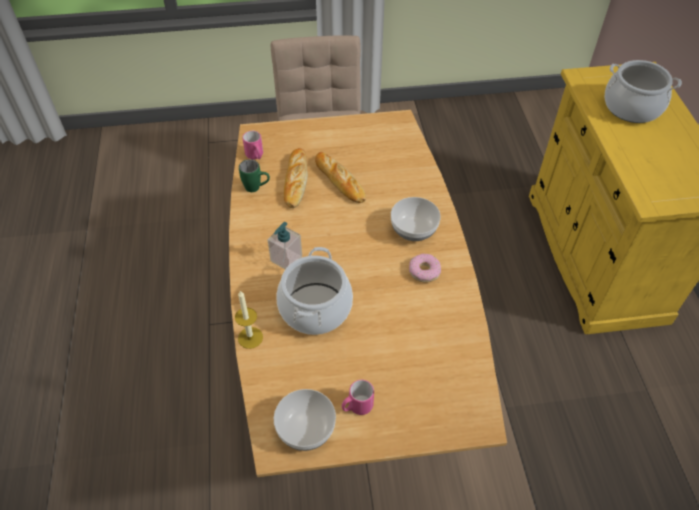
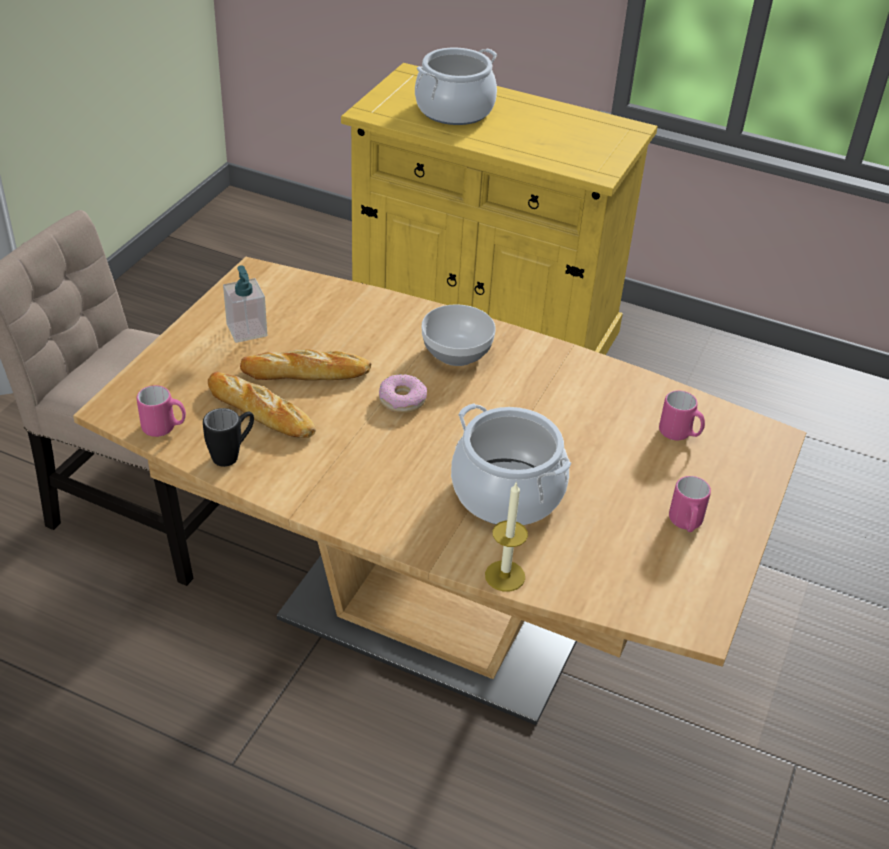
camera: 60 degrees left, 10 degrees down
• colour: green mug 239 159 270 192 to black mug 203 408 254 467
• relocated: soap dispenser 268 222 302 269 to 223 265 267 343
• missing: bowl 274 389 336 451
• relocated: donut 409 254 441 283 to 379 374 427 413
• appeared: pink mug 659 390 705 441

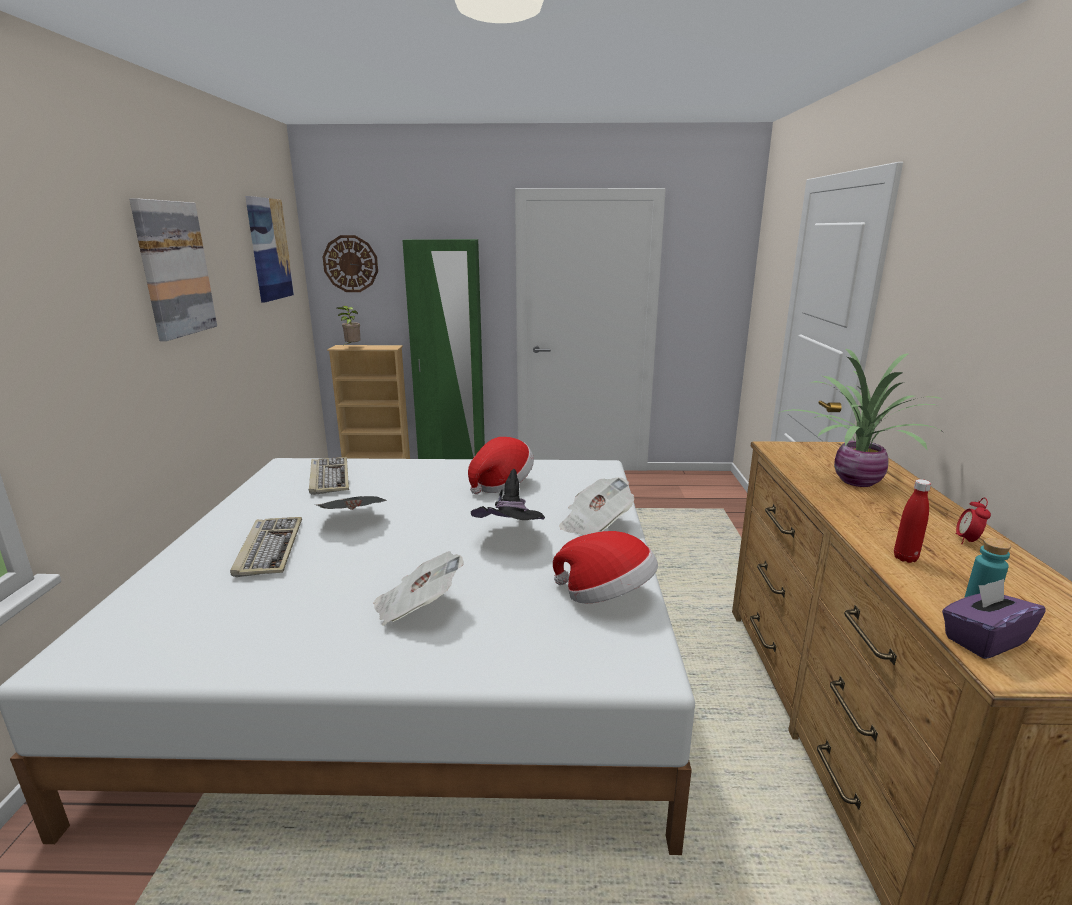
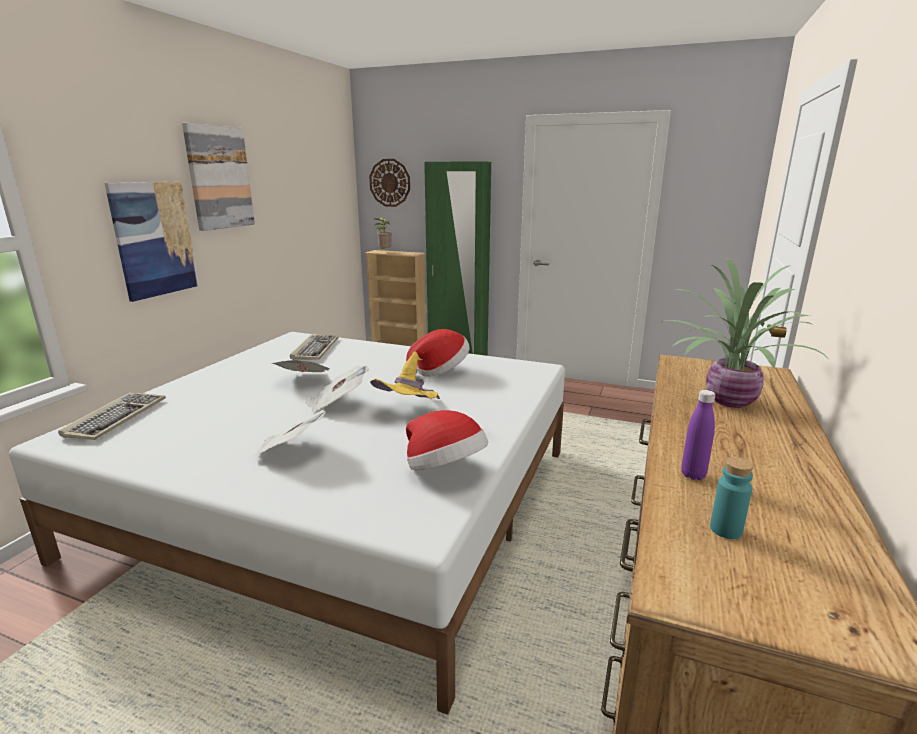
camera: 20 degrees right, 0 degrees up
• relocated: keyboard 230 517 302 577 to 58 392 166 440
• relocated: picture 245 196 294 302 to 104 182 199 302
• colour: black hat 471 469 545 520 to yellow hat 370 352 440 399
• relocated: newspaper 559 478 634 535 to 305 366 369 412
• colour: red bottle 894 479 931 563 to purple bottle 681 390 716 480
• missing: purple tissue box 942 579 1046 659
• missing: alarm clock 955 497 991 544

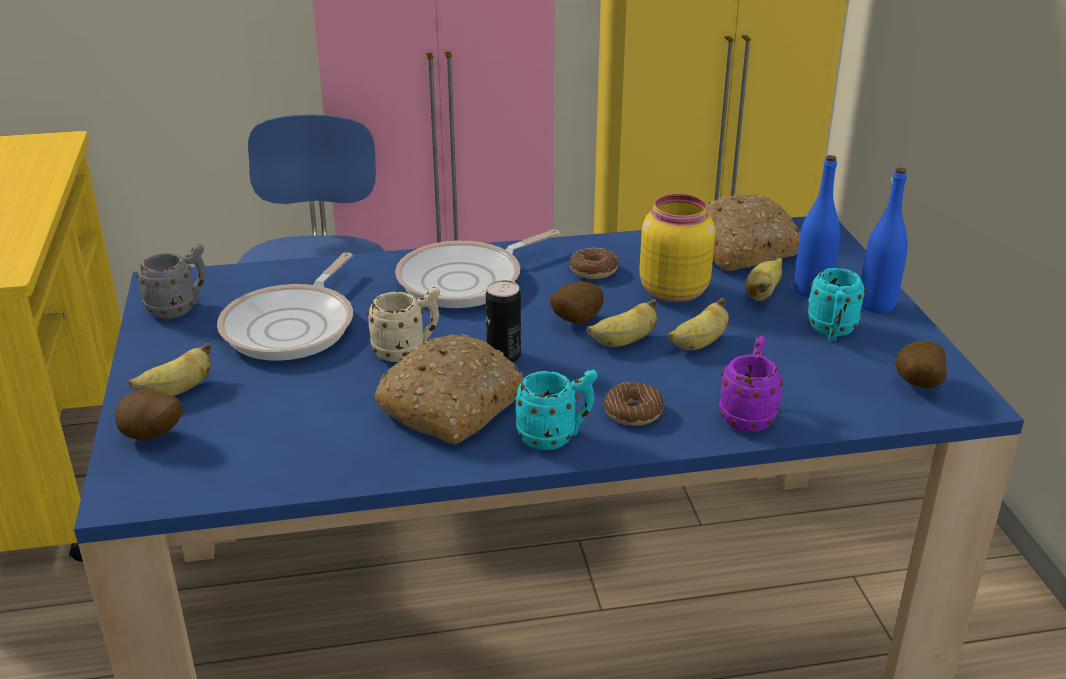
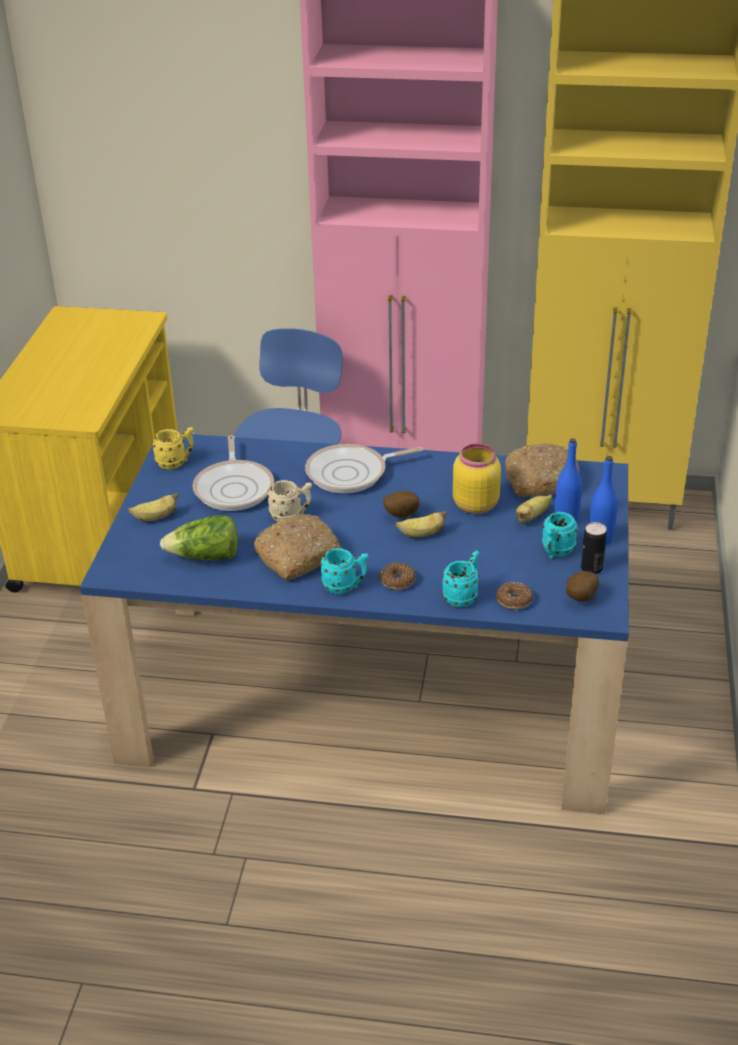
camera: 20 degrees right, 5 degrees up
• missing: potato 115 389 183 440
• colour: grey mug 136 244 206 319 to yellow mug 152 427 194 470
• spun: frying pan 217 252 353 361 = 193 435 274 511 45 degrees counterclockwise
• relocated: can 486 280 521 363 to 581 522 607 574
• relocated: donut 569 248 619 279 to 496 582 533 610
• missing: banana 668 298 729 350
• colour: purple mug 718 336 783 432 to turquoise mug 442 550 479 607
• appeared: lettuce 160 515 238 560

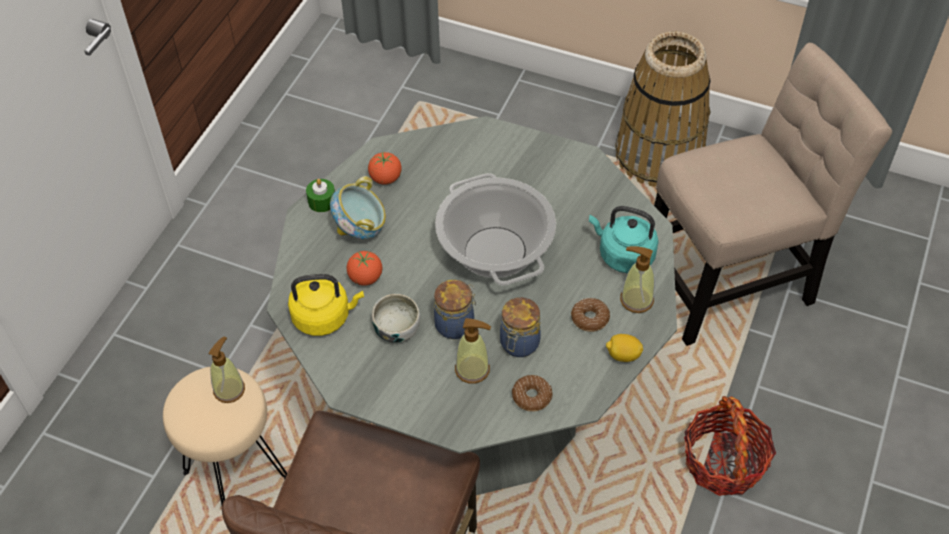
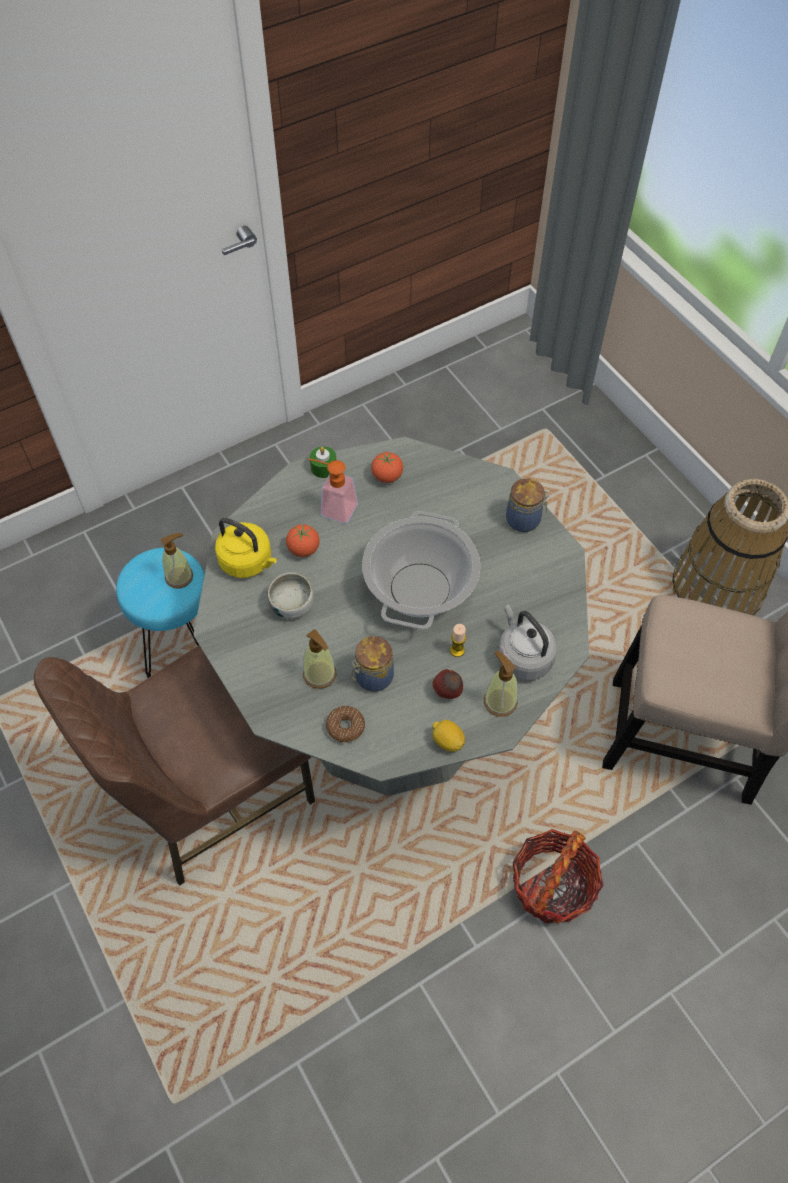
camera: 35 degrees right, 5 degrees up
• colour: beige stool 163 366 287 505 to turquoise stool 116 548 205 678
• exchanged: bowl 330 176 386 239 to soap dispenser 308 459 358 523
• relocated: jar 434 280 476 339 to 506 478 549 532
• exchanged: donut 571 298 610 332 to apple 432 669 463 699
• colour: turquoise kettle 589 206 659 273 to grey kettle 498 604 557 680
• appeared: candle 450 624 466 657

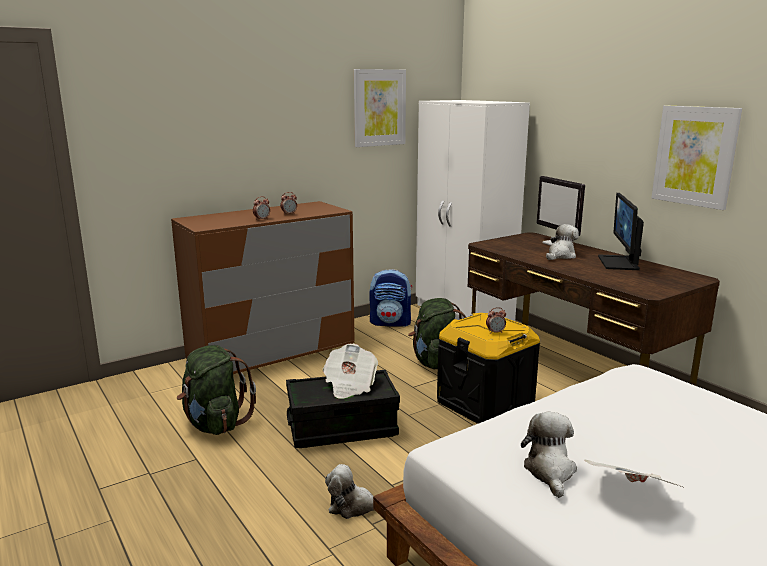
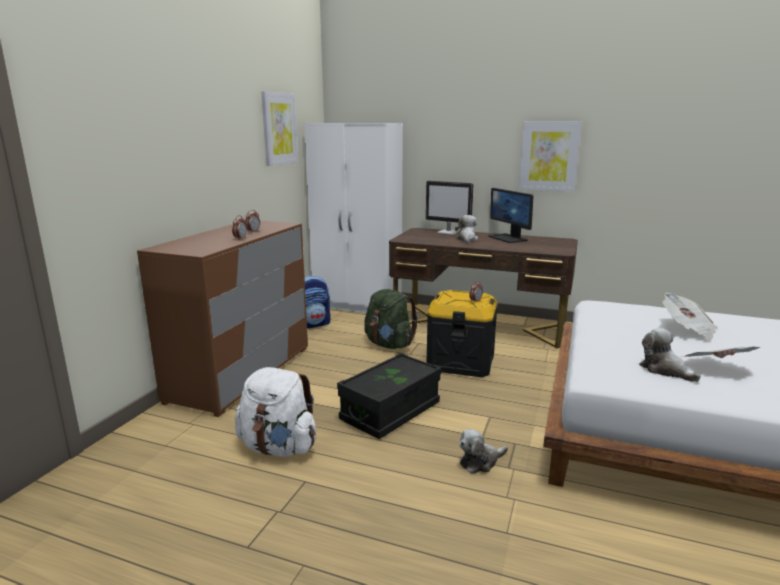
camera: 35 degrees left, 0 degrees up
• colour: green backpack 177 345 256 435 to white backpack 235 367 316 457
• relocated: newspaper 323 344 378 399 to 663 293 718 340

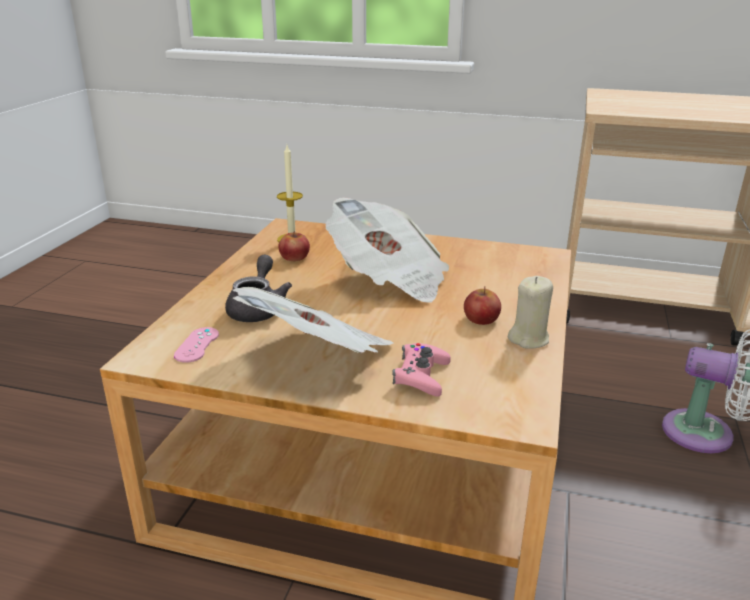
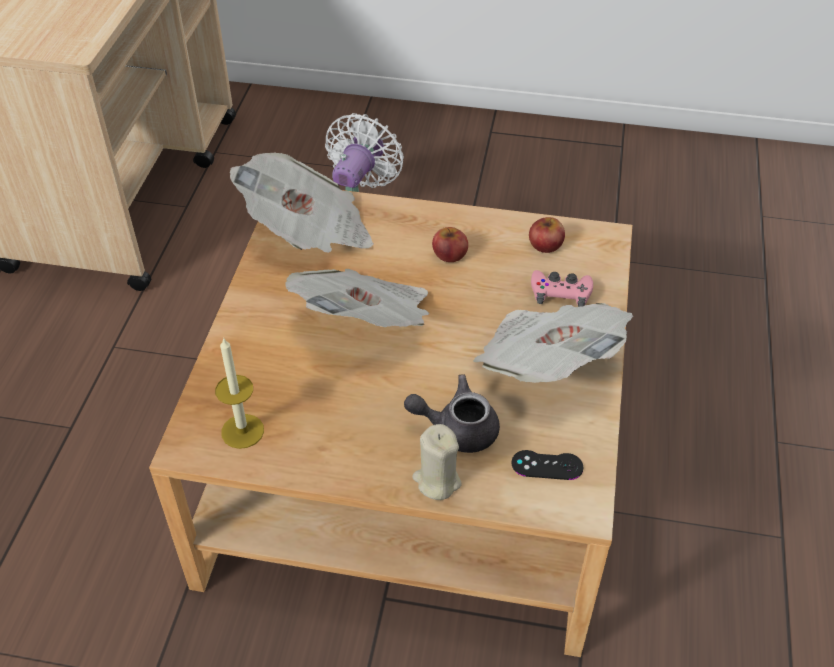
camera: 95 degrees left, 20 degrees up
• colour: pink game controller 174 327 219 363 to black game controller 511 450 584 480
• relocated: apple 278 231 310 261 to 529 217 565 253
• relocated: beige candle 508 276 553 349 to 412 424 461 500
• appeared: newspaper 229 153 374 253

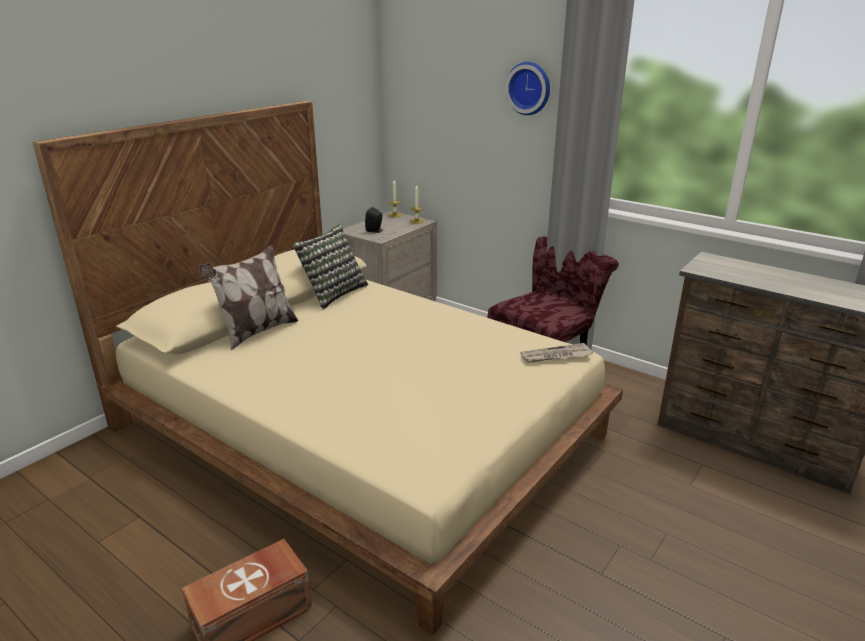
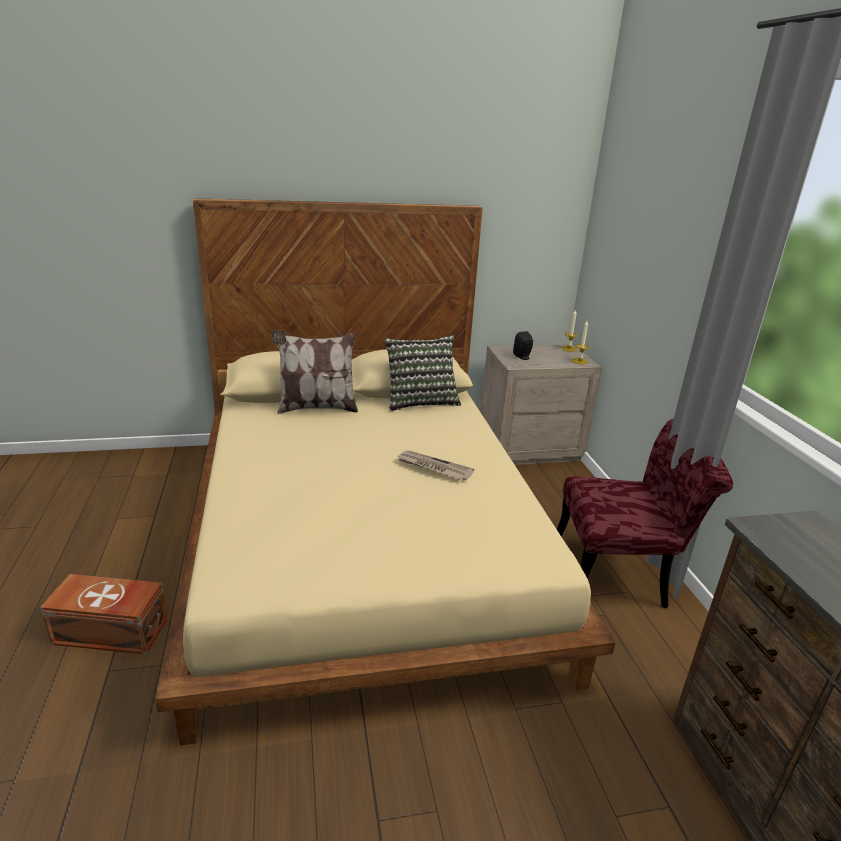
camera: 40 degrees right, 0 degrees up
• missing: wall clock 505 62 550 115
• relocated: newspaper 520 343 593 363 to 398 450 474 480

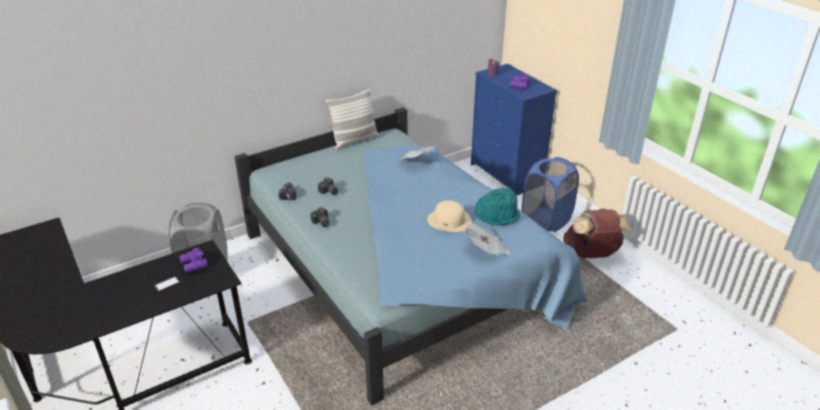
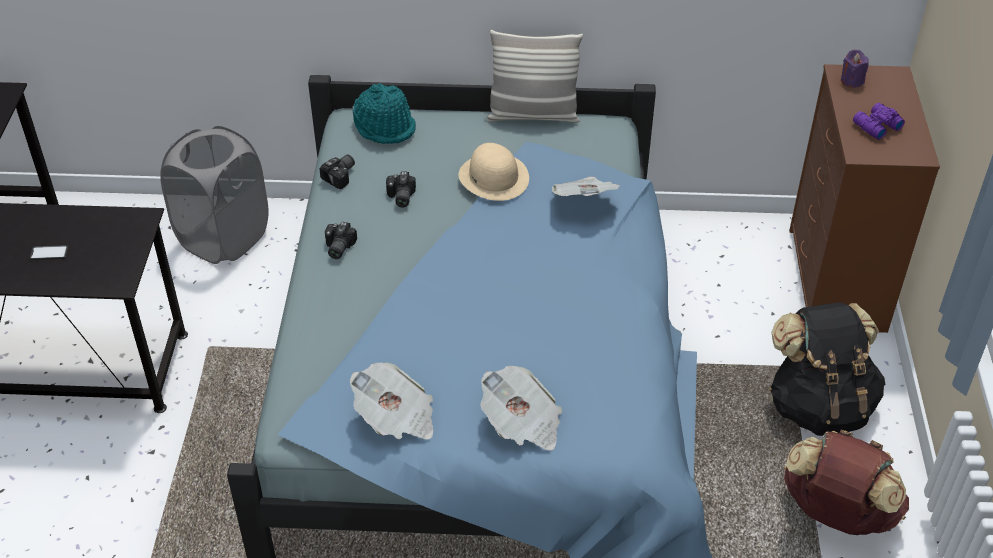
camera: 35 degrees right, 10 degrees up
• missing: purple binoculars 179 248 208 273
• relocated: beige hat 427 200 472 232 to 458 143 529 201
• colour: blue dresser 471 64 557 195 to brown dresser 789 64 940 333
• relocated: turquoise hat 475 188 520 225 to 352 83 416 144
• exchanged: blue laundry basket 522 157 579 232 to black backpack 769 302 885 436
• appeared: newspaper 350 362 433 439

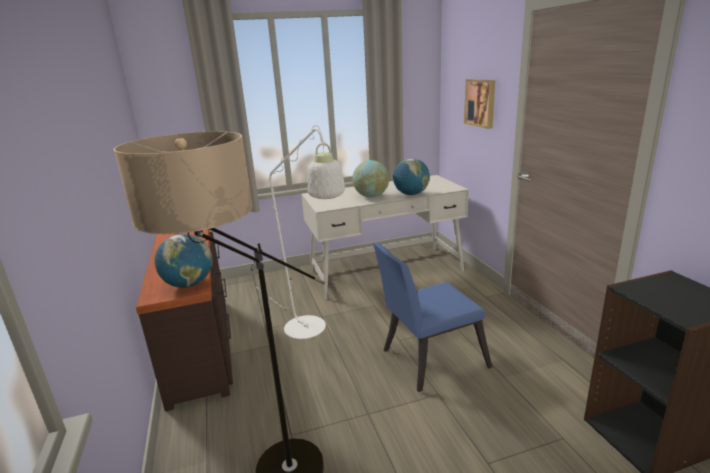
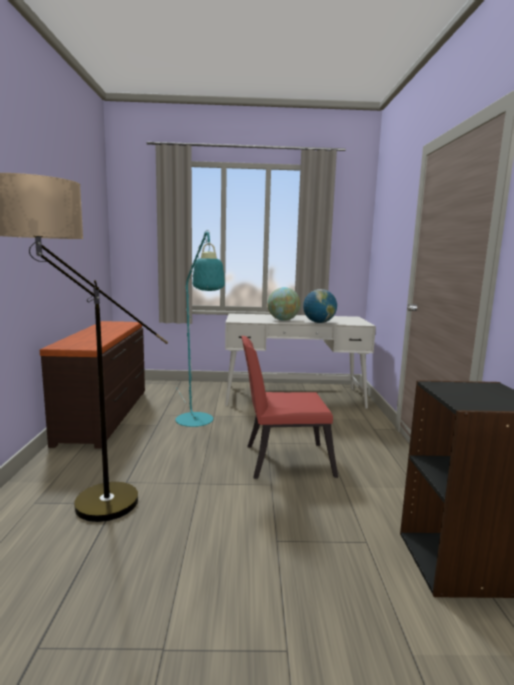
camera: 15 degrees right, 10 degrees down
• missing: globe 154 234 212 288
• colour: white floor lamp 255 125 345 339 to turquoise floor lamp 175 230 225 427
• colour: blue chair 373 243 493 392 to red chair 241 336 338 479
• missing: picture 464 79 495 129

